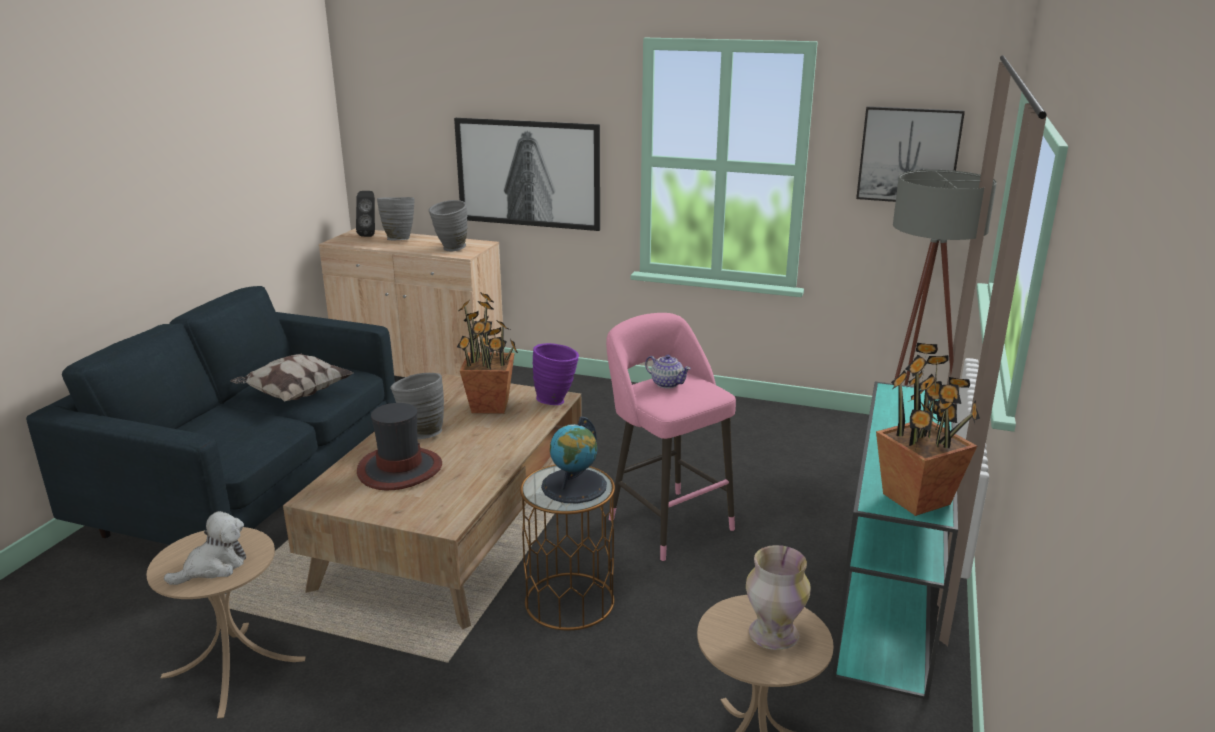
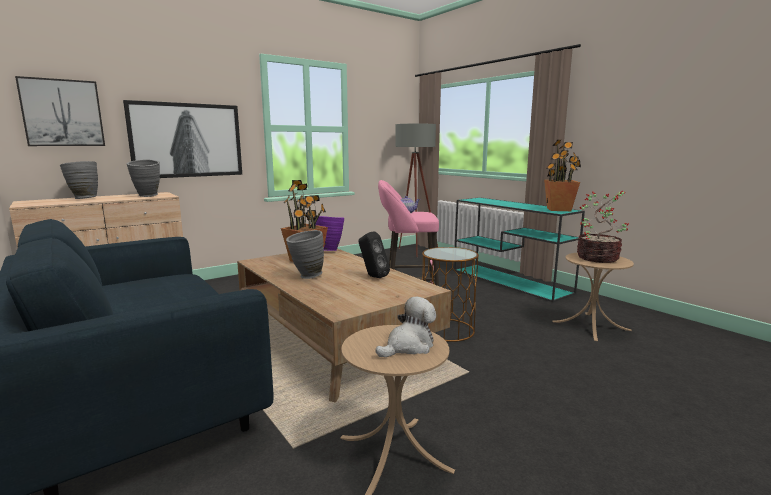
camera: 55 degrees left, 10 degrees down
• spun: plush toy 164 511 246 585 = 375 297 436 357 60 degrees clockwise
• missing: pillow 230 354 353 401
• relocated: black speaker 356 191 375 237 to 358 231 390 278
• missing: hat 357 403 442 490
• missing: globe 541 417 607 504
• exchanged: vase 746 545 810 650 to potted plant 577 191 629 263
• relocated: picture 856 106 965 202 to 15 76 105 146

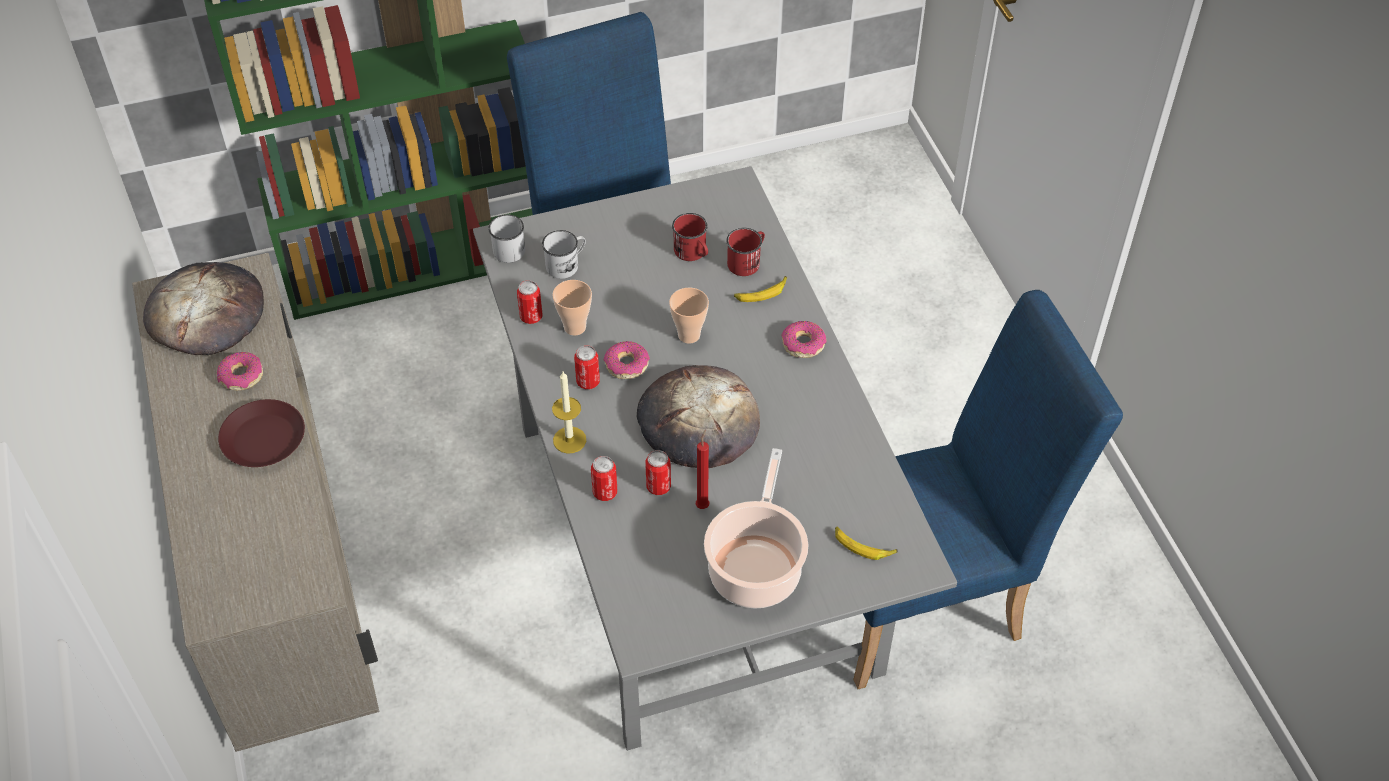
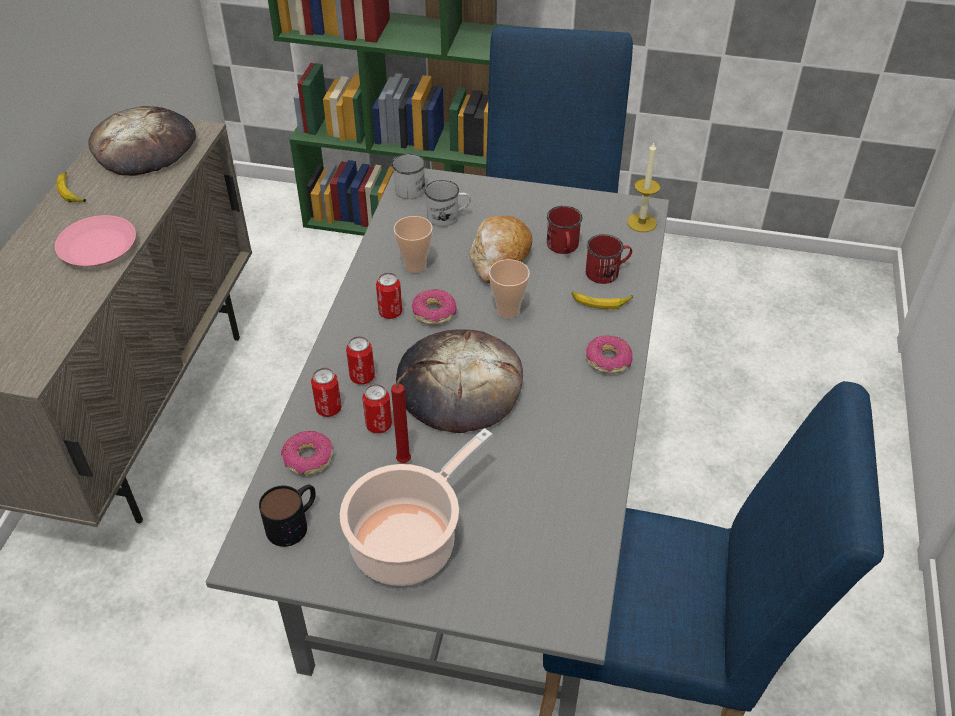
camera: 30 degrees right, 5 degrees down
• relocated: donut 217 352 263 391 to 281 431 333 475
• colour: brown plate 218 399 305 467 to pink plate 55 215 136 267
• relocated: can 517 280 542 324 to 346 336 375 385
• relocated: candle 552 372 586 454 to 627 143 660 232
• relocated: banana 835 526 898 560 to 56 172 86 202
• appeared: mug 259 485 316 547
• appeared: bread 470 216 532 283

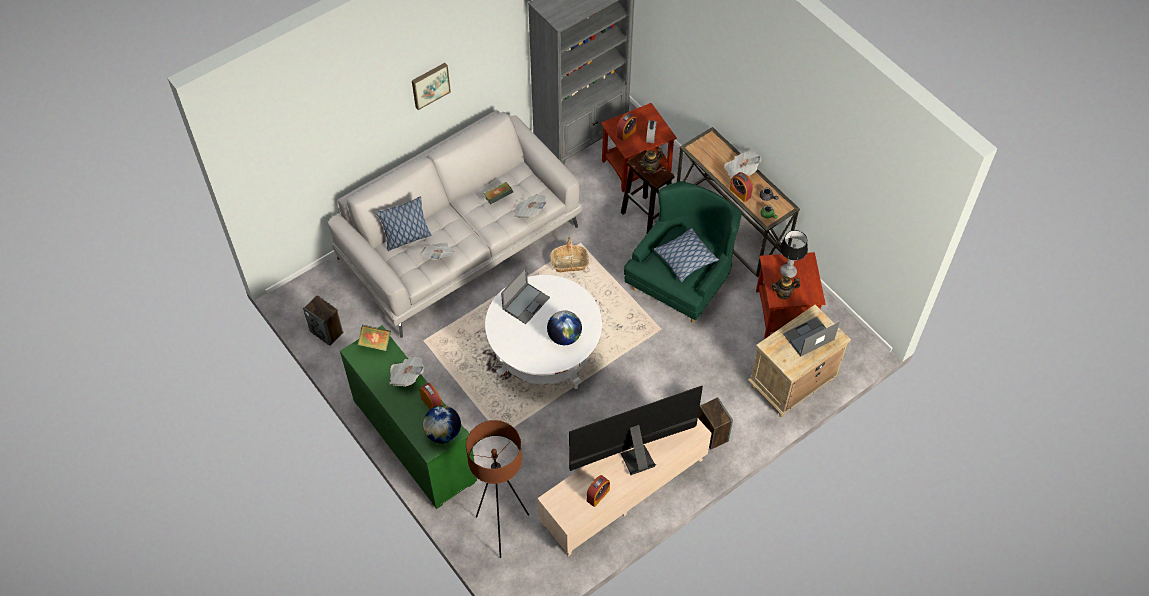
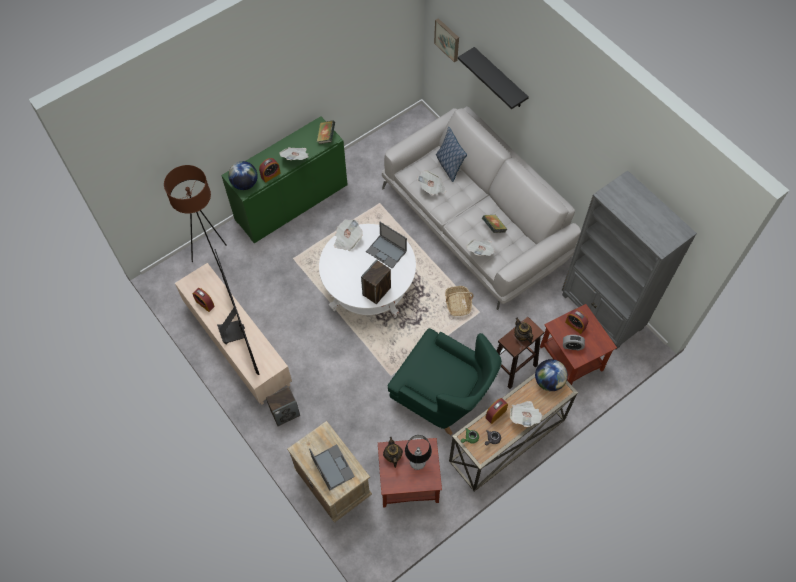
camera: 90 degrees right, 5 degrees up
• relocated: speaker 303 295 343 346 to 361 259 391 304
• relocated: picture 412 63 451 110 to 434 18 459 62
• relocated: globe 547 310 582 345 to 535 359 568 391
• missing: pillow 653 228 719 282
• appeared: newspaper 334 219 363 251
• appeared: black shelf 458 47 529 109

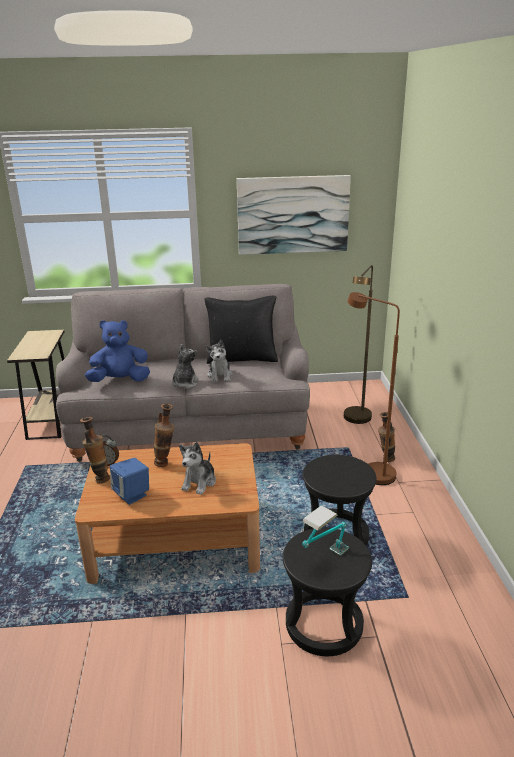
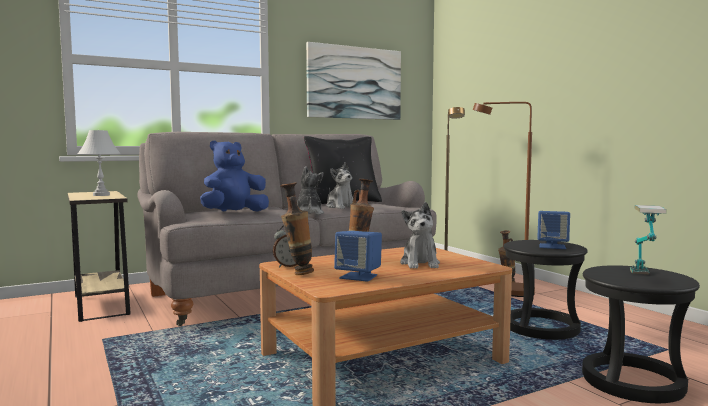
camera: 25 degrees left, 20 degrees down
• appeared: white table lamp 78 130 121 196
• appeared: blue speaker 537 211 570 249

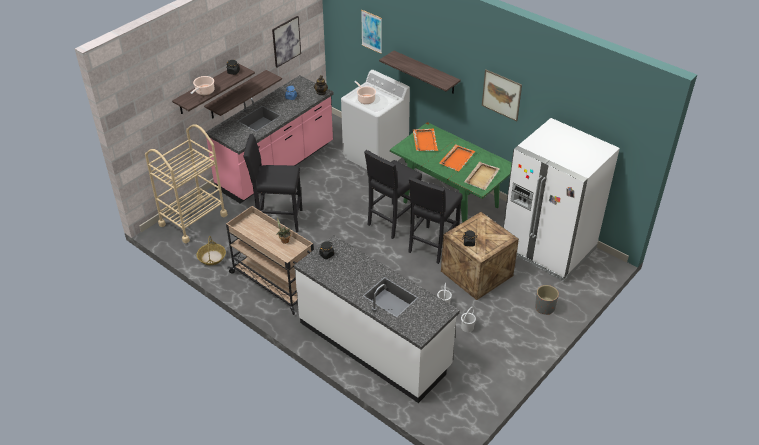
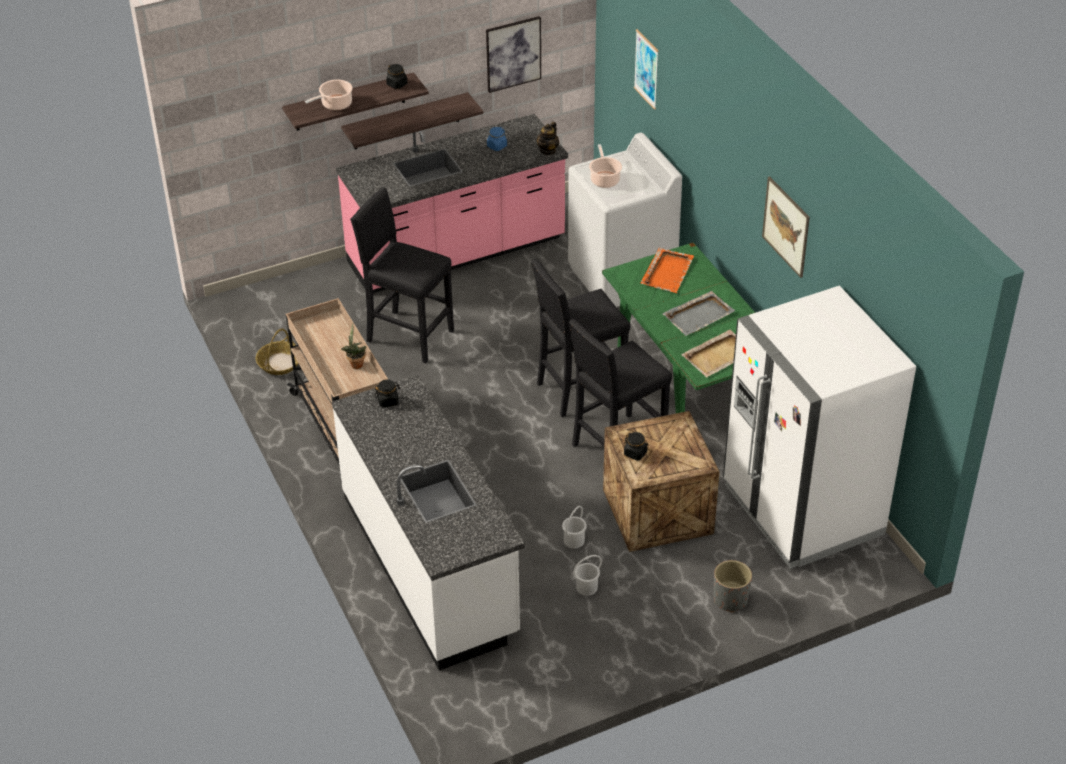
camera: 25 degrees right, 0 degrees up
• missing: beige cart 145 124 228 243
• missing: shelf 379 51 461 94
• colour: orange tray 439 145 475 172 to grey tray 663 291 735 336

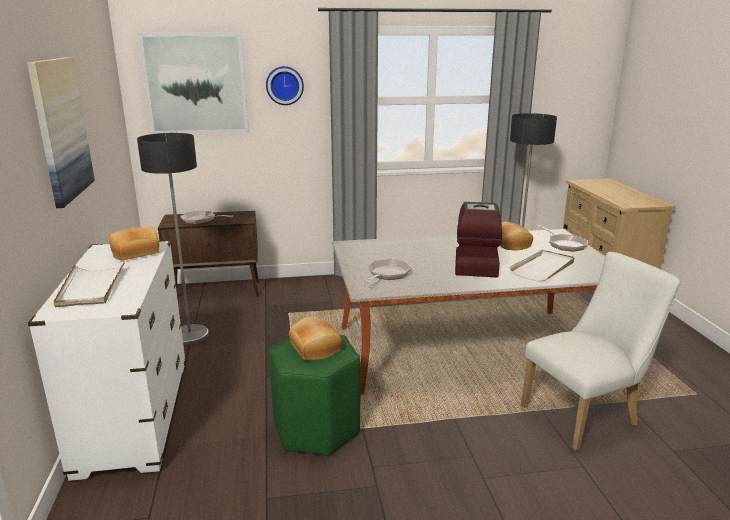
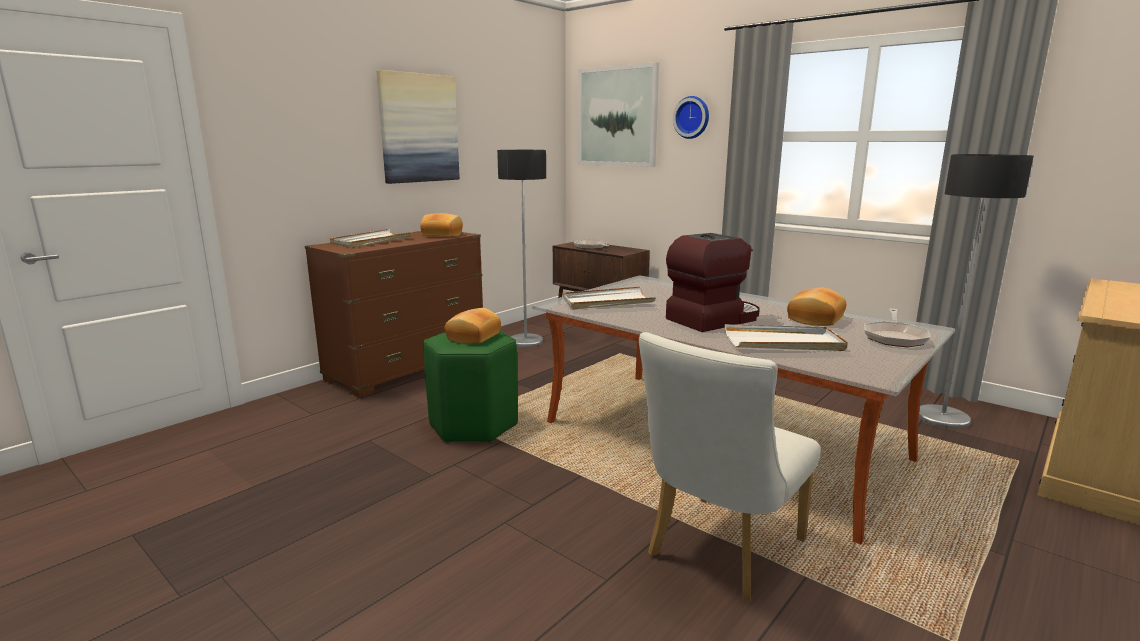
camera: 50 degrees right, 5 degrees down
• colour: white dresser 28 240 186 481 to brown dresser 305 231 483 397
• exchanged: frying pan 364 259 412 283 to white tray 563 287 656 309
• spun: white chair 521 252 681 451 = 639 332 821 602 105 degrees clockwise

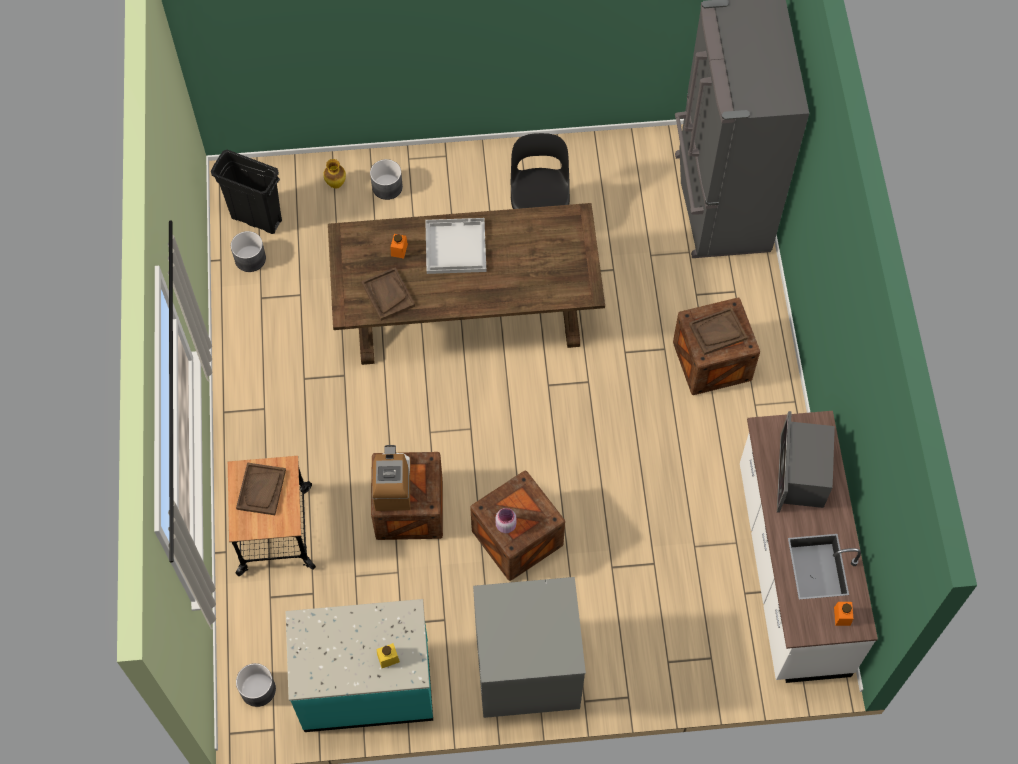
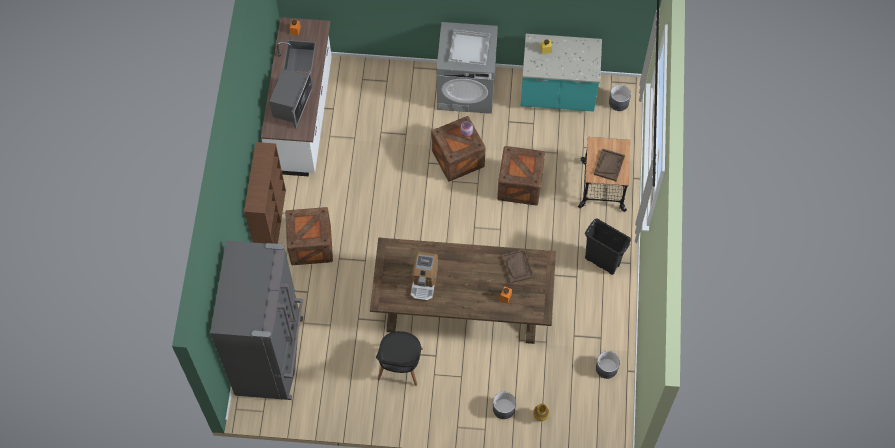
camera: 170 degrees left, 0 degrees up
• relocated: black trash can 211 150 282 234 to 584 218 631 275
• relocated: coffee machine 372 445 410 511 to 410 251 438 302
• relocated: white tray 425 218 486 274 to 448 29 490 67
• missing: brown tray 689 307 748 355
• appeared: brown bookcase 244 142 286 244

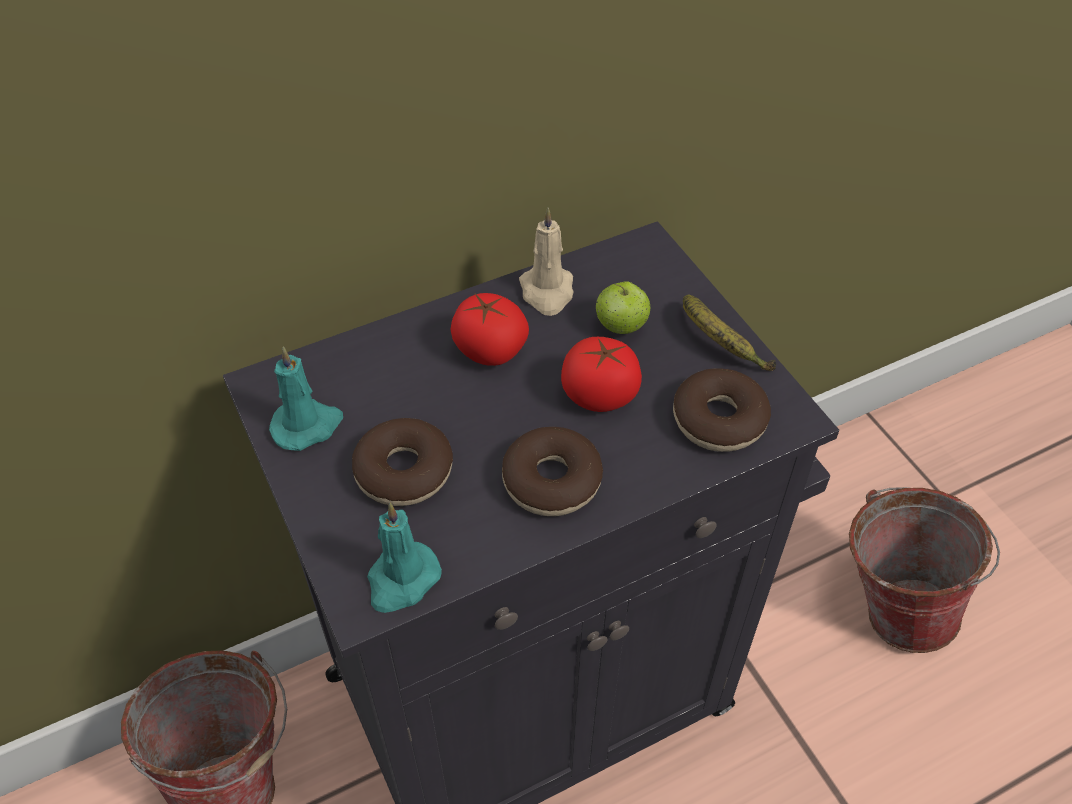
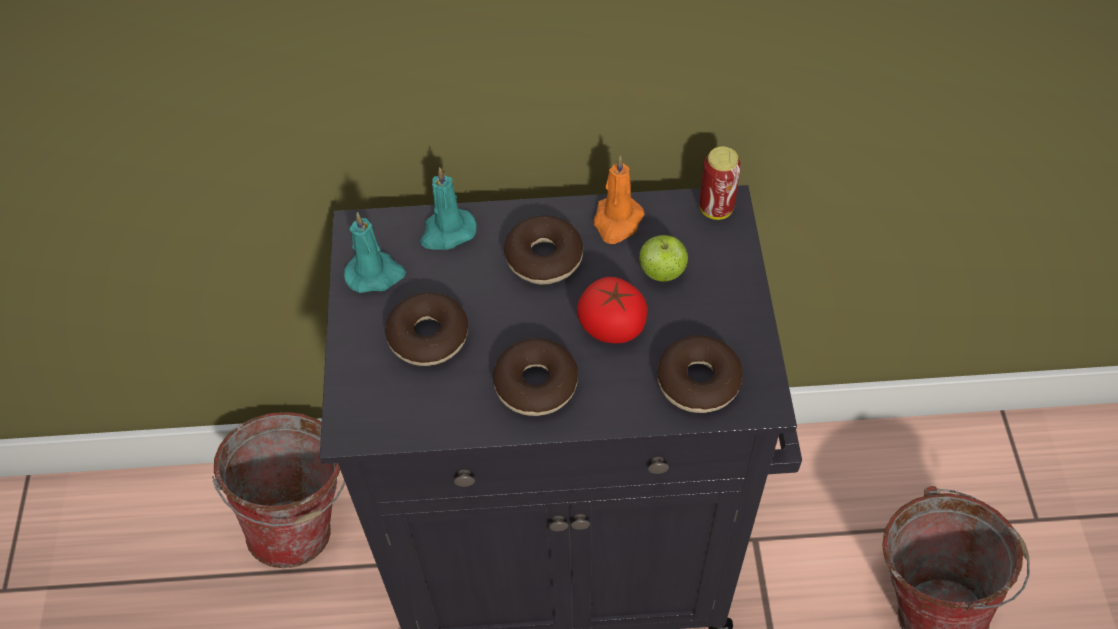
camera: 25 degrees right, 5 degrees up
• relocated: turquoise candle 367 503 442 613 to 420 167 477 250
• exchanged: tomato 450 293 529 366 to donut 504 215 583 285
• colour: beige candle 519 208 574 316 to orange candle 594 156 645 244
• missing: banana 683 294 776 371
• appeared: can 699 147 741 220

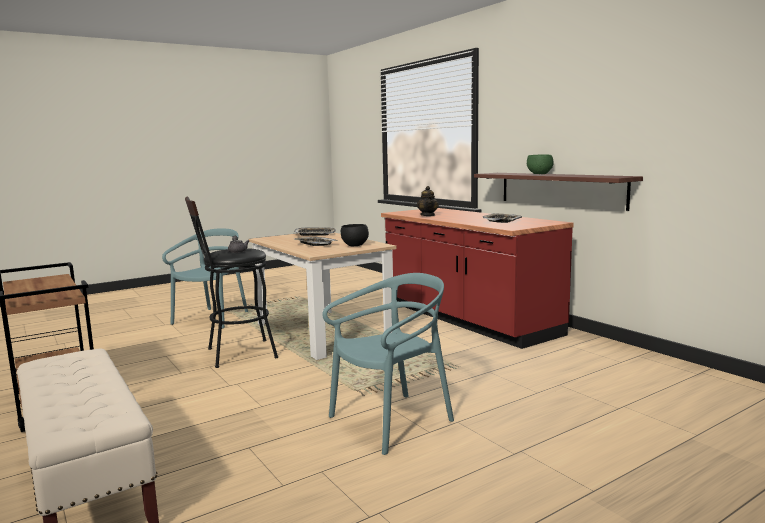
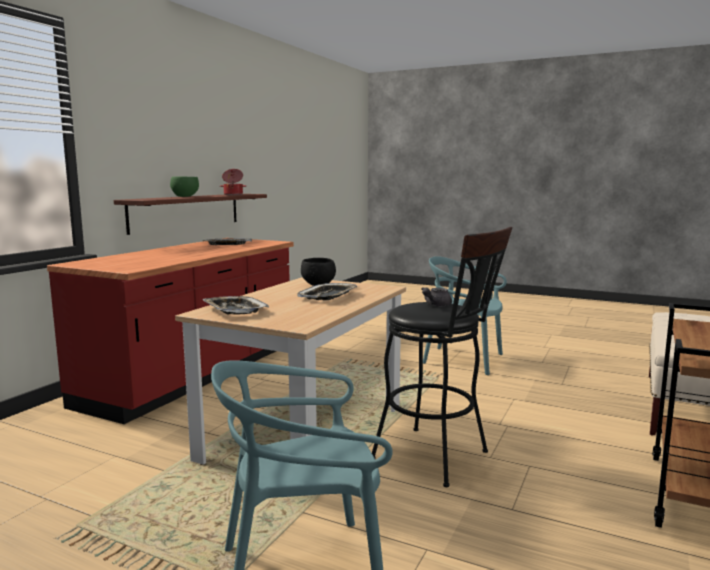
camera: 120 degrees left, 0 degrees up
• missing: teapot 417 186 439 216
• appeared: cooking pot 220 169 246 195

